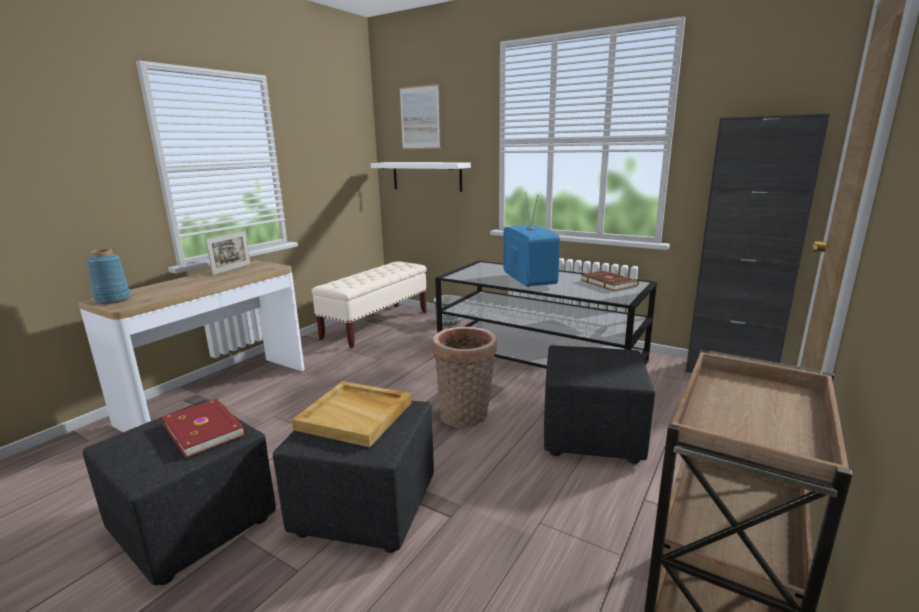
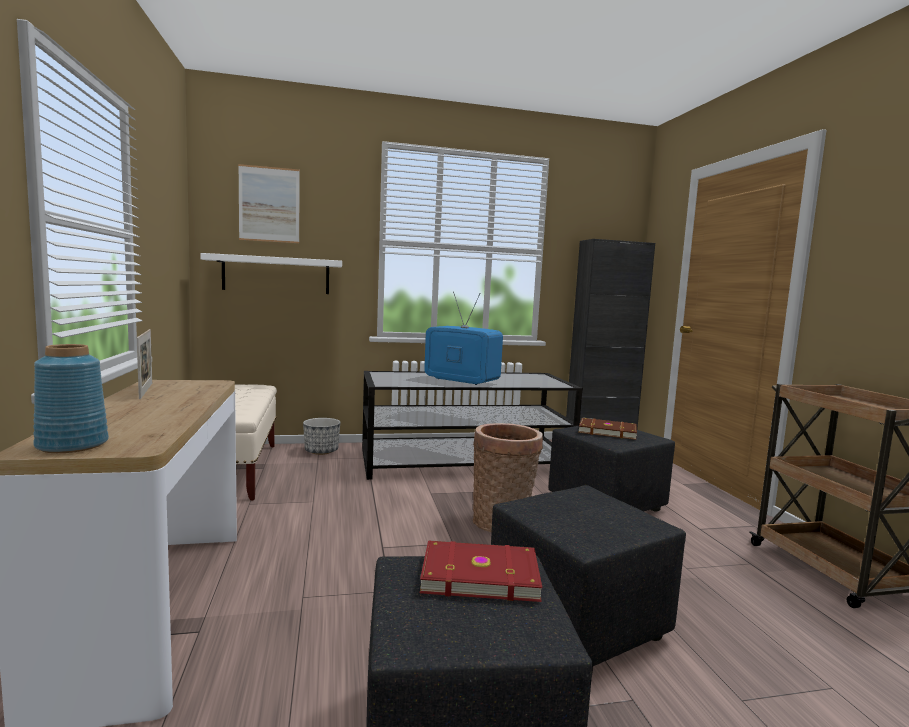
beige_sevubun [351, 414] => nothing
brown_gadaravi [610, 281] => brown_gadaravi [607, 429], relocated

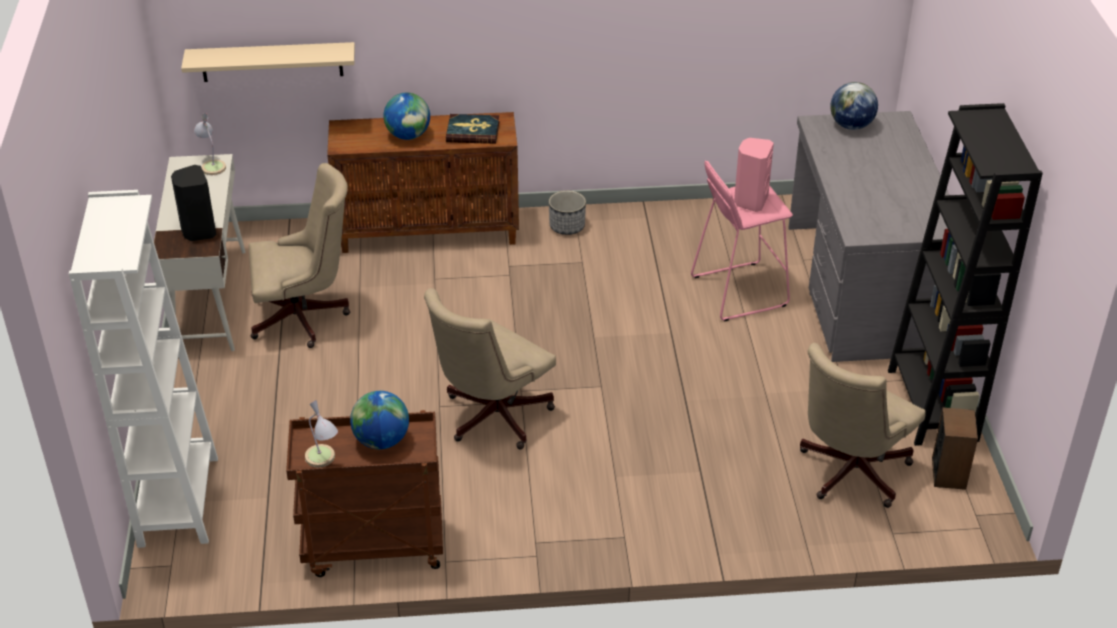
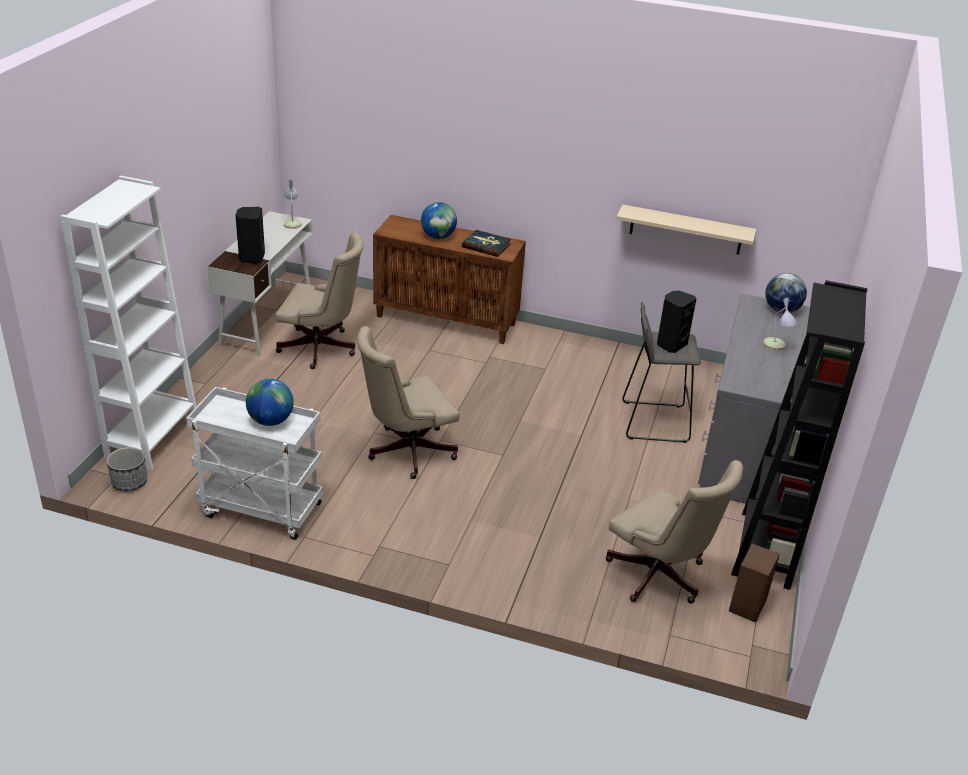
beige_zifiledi [268, 62] => beige_zifiledi [686, 229], relocated
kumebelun [321, 434] => kumebelun [780, 324], relocated
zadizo [567, 212] => zadizo [126, 469], relocated
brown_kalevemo [364, 493] => white_kalevemo [254, 463]
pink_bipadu [742, 240] => grey_bipadu [661, 372]
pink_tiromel [754, 175] => black_tiromel [676, 322]
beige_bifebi [862, 425] => beige_bifebi [674, 532], 105 degrees counterclockwise

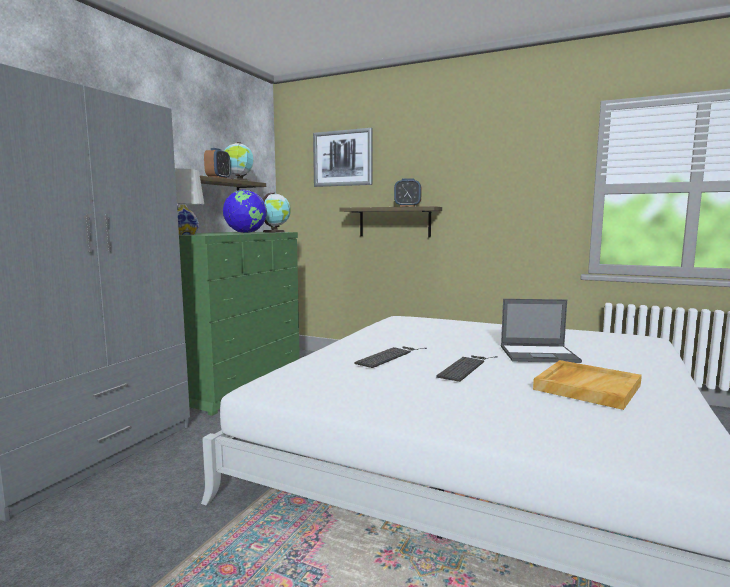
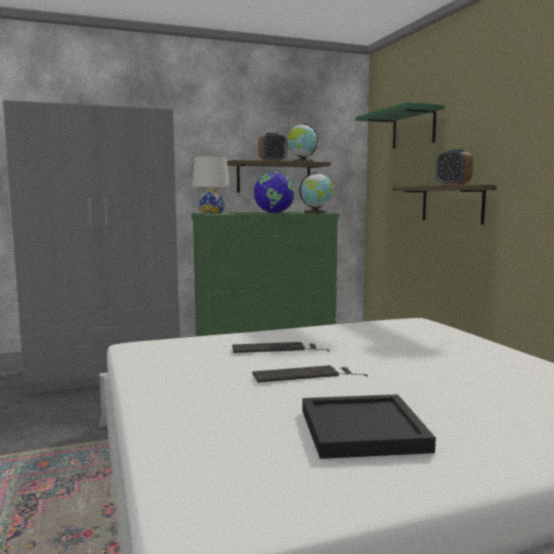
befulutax [541, 331] => nothing
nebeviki [343, 157] => green_zifiledi [400, 125]
beige_sevubun [587, 385] => black_sevubun [369, 426]

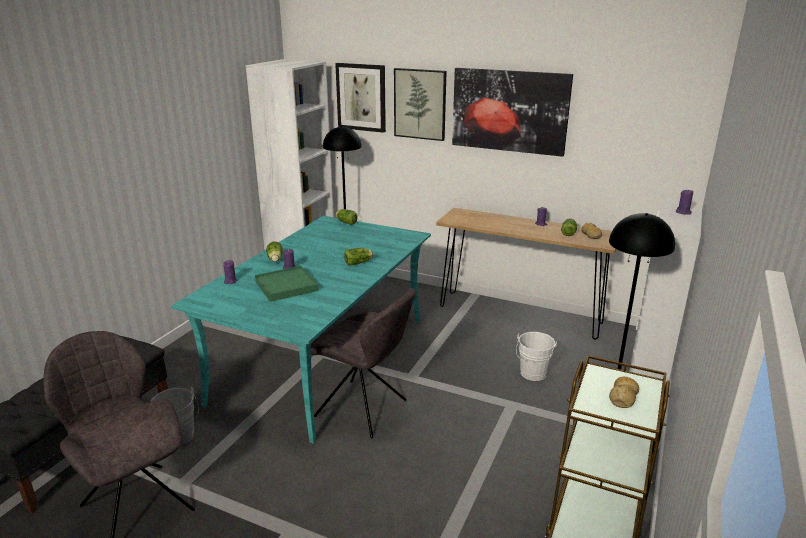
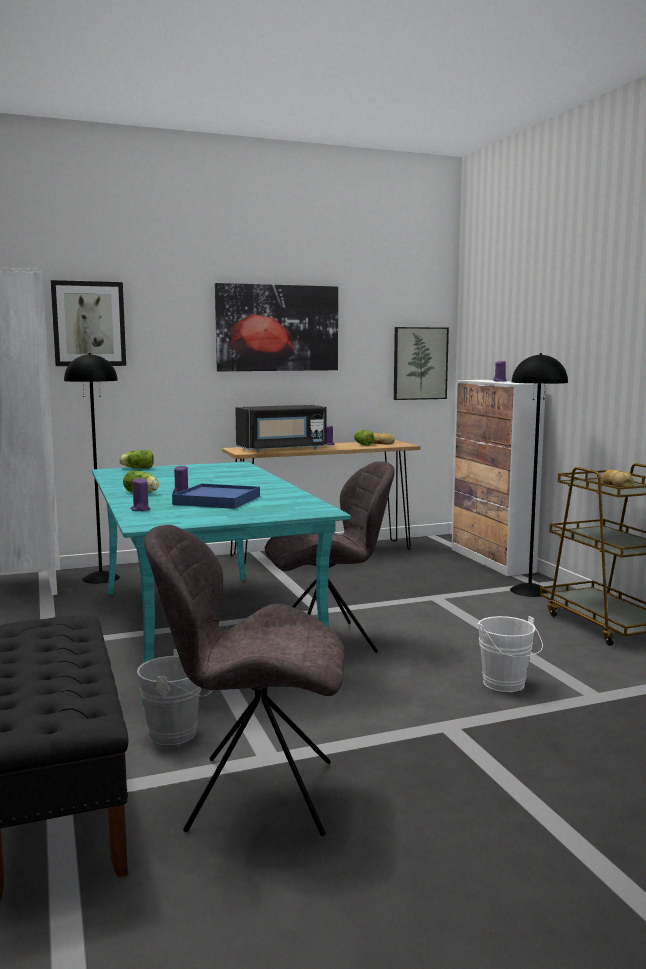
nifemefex [358, 256] => nothing
nothing => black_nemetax [280, 428]
nebeviki [420, 104] => nebeviki [421, 363], relocated
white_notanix [536, 356] => white_notanix [510, 654], relocated
green_sevubun [287, 284] => blue_sevubun [216, 496]

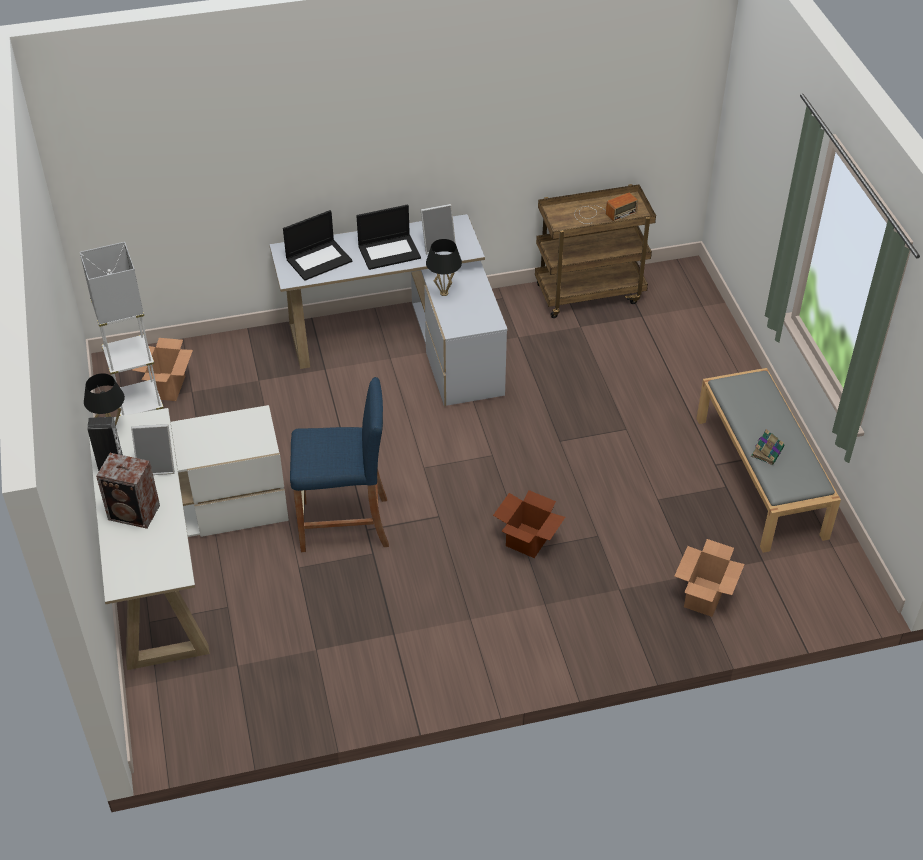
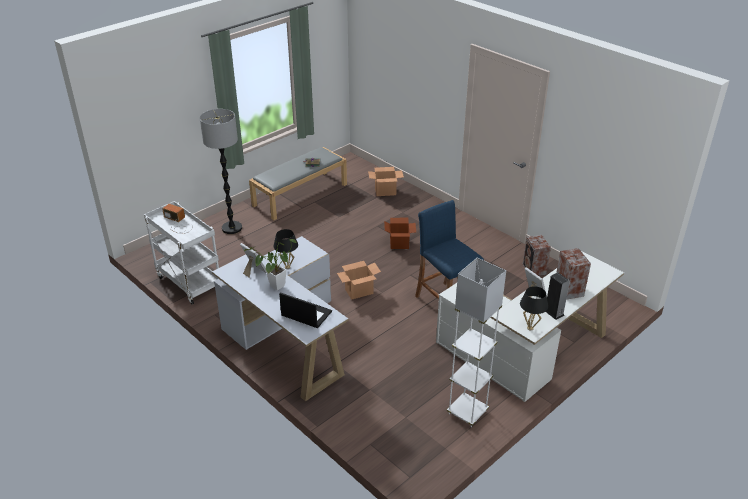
nothing => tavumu [221, 171]
nothing => tiromel [537, 255]
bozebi [162, 369] => bozebi [359, 280], relocated
befulutax [388, 237] => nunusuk [270, 264]
brown_kalevemo [595, 251] => white_kalevemo [181, 253]

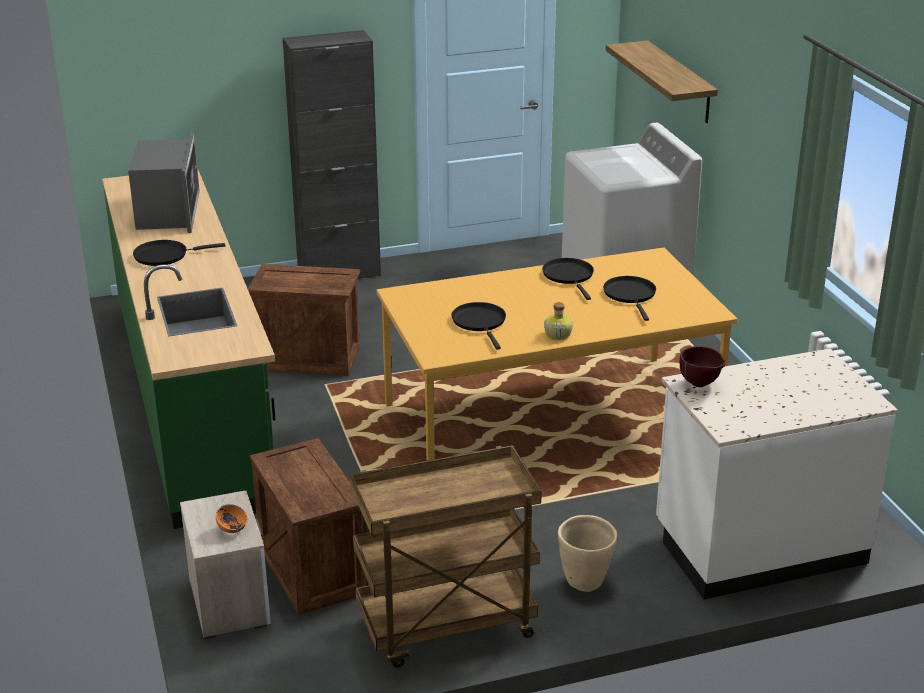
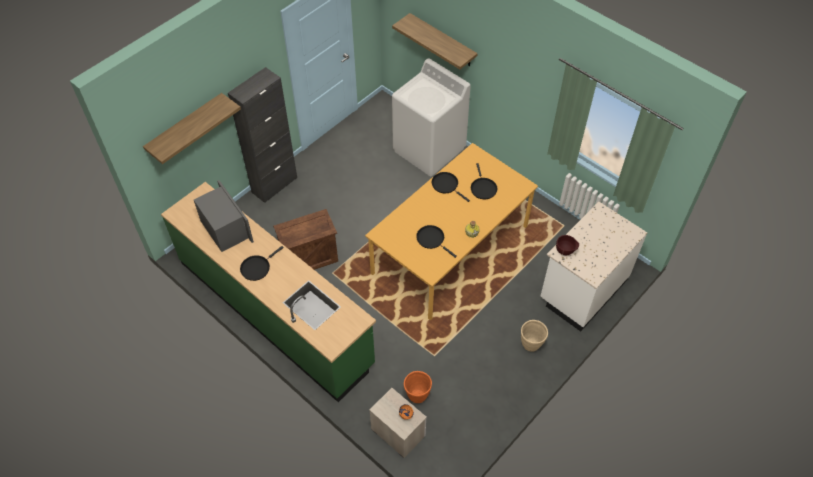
brown_kalevemo [446, 556] => nothing
nothing => zifiledi [192, 128]
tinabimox [307, 526] => orange_zadizo [418, 387]
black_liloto [629, 298] => black_liloto [484, 181], 150 degrees counterclockwise

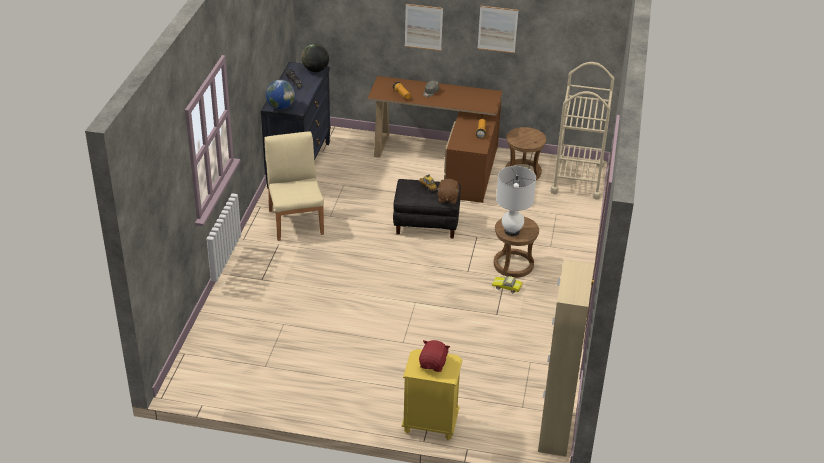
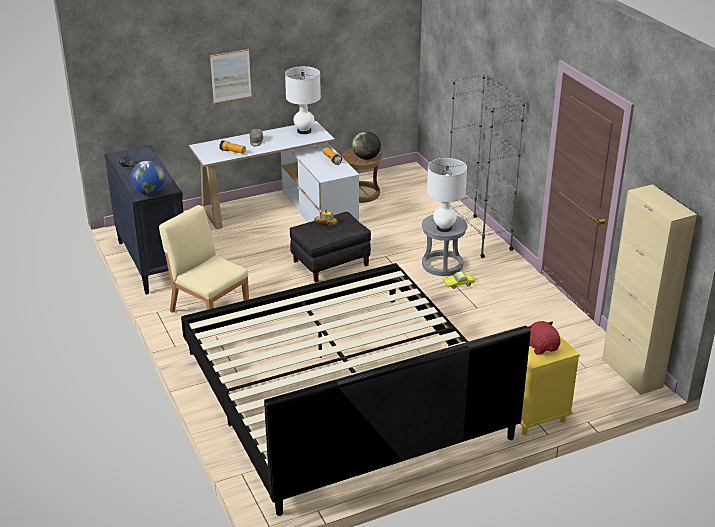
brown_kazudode [448, 191] => nothing
nebeviki [498, 29] => nothing
beige_kalevemo [582, 131] => nothing
nothing => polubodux [356, 389]
nothing => white_kumebelun [303, 100]
nothing => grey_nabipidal [487, 165]
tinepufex [315, 58] => tinepufex [366, 145], relocated
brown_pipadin [435, 139] => white_pipadin [274, 175]
brown_bipadu [516, 247] => grey_bipadu [444, 245]

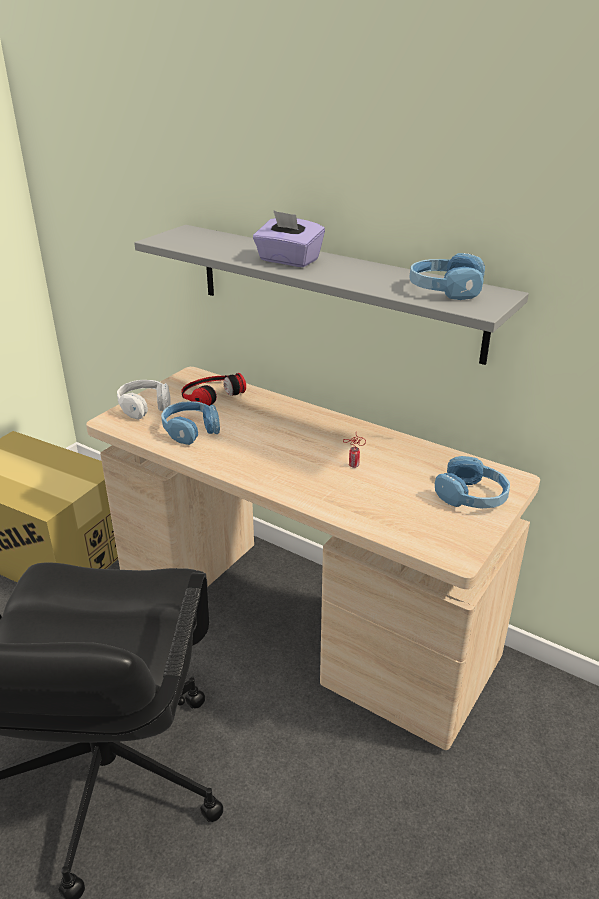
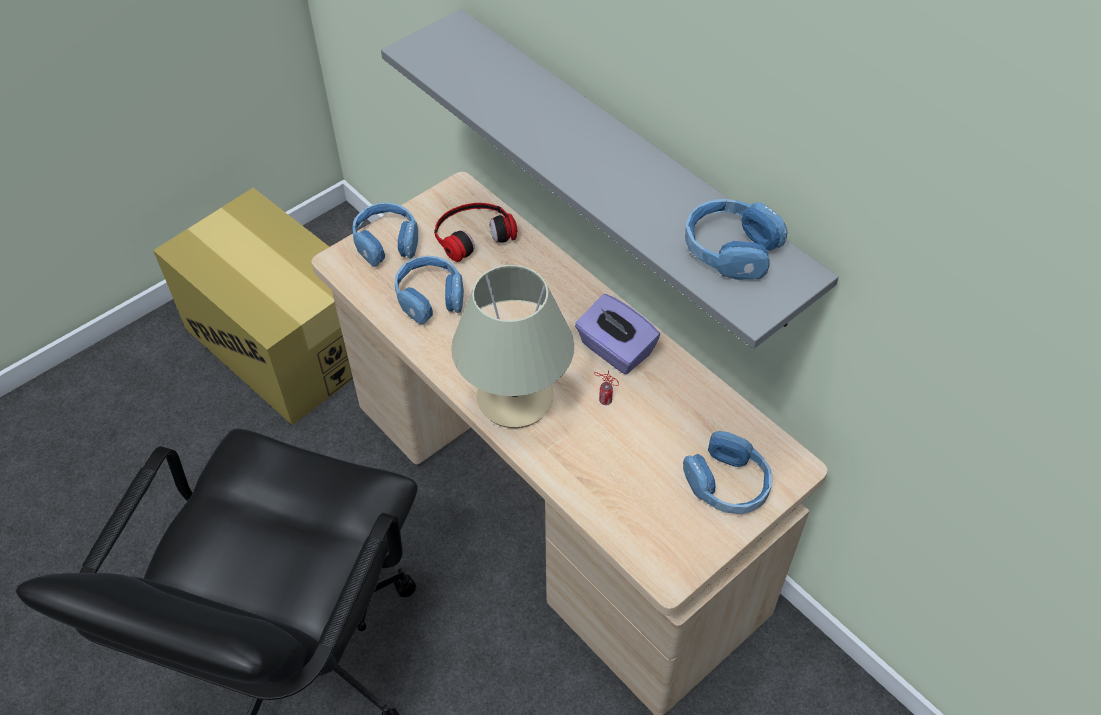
nothing => beige_kumebelun [512, 346]
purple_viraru [289, 238] => purple_viraru [617, 334], relocated
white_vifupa [144, 400] => blue_vifupa [385, 235]

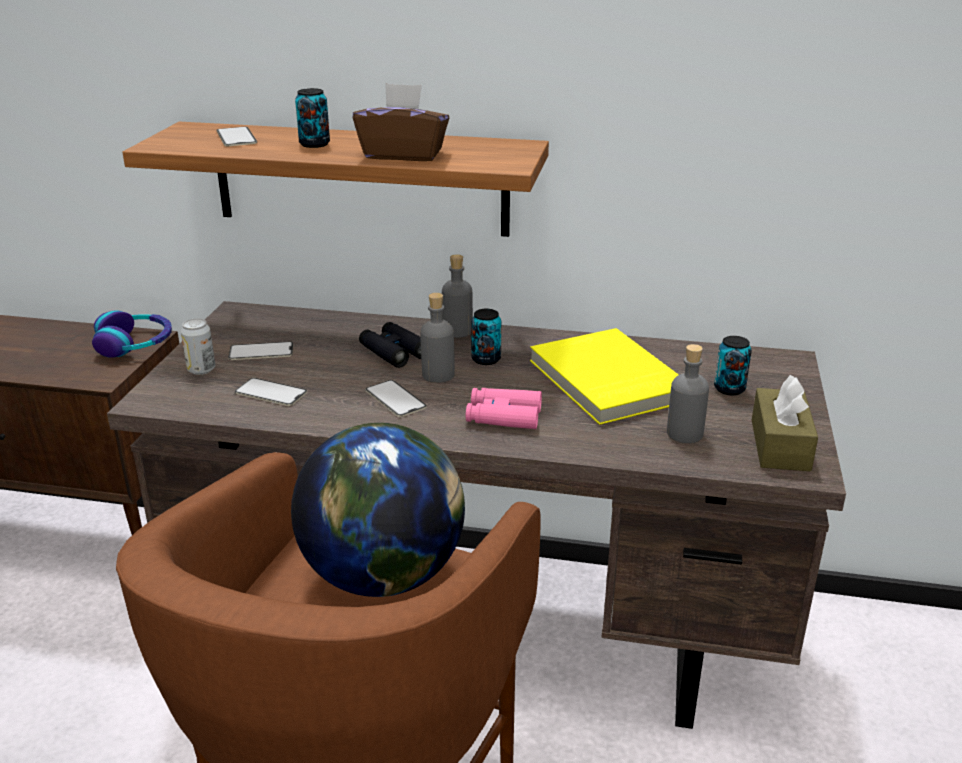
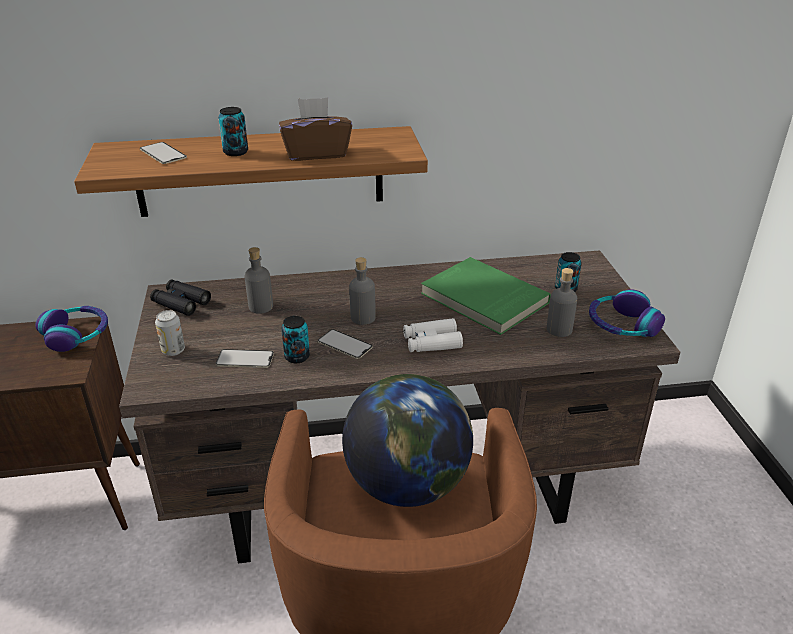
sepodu [260, 350] => nothing
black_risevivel [390, 345] => black_risevivel [180, 298], relocated
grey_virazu [457, 296] => grey_virazu [259, 280], relocated
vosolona [486, 337] => vosolona [295, 339], relocated
brown_viraru [785, 423] => vifupa [627, 313]
pink_risevivel [504, 408] => white_risevivel [433, 335]
yellow_gadaravi [604, 376] => green_gadaravi [486, 296]

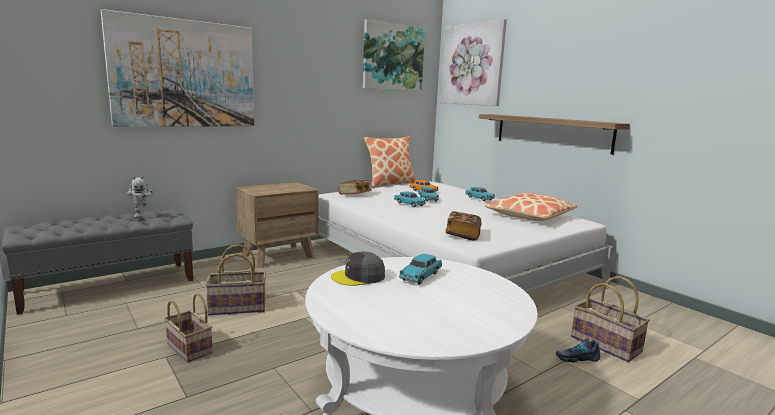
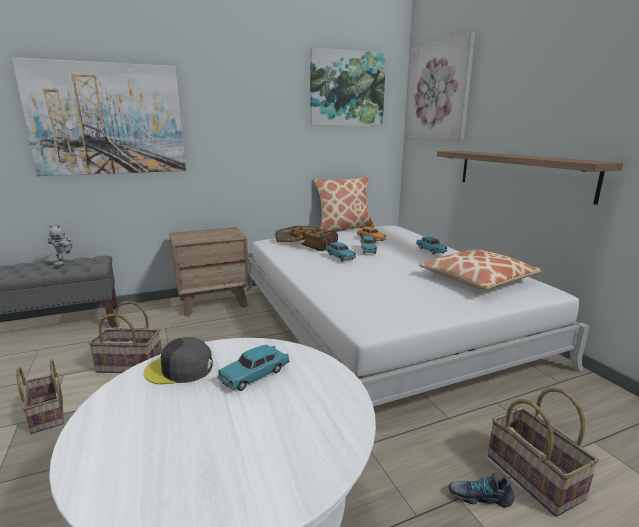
gadaravi [463, 225] => gadaravi [319, 239], relocated

